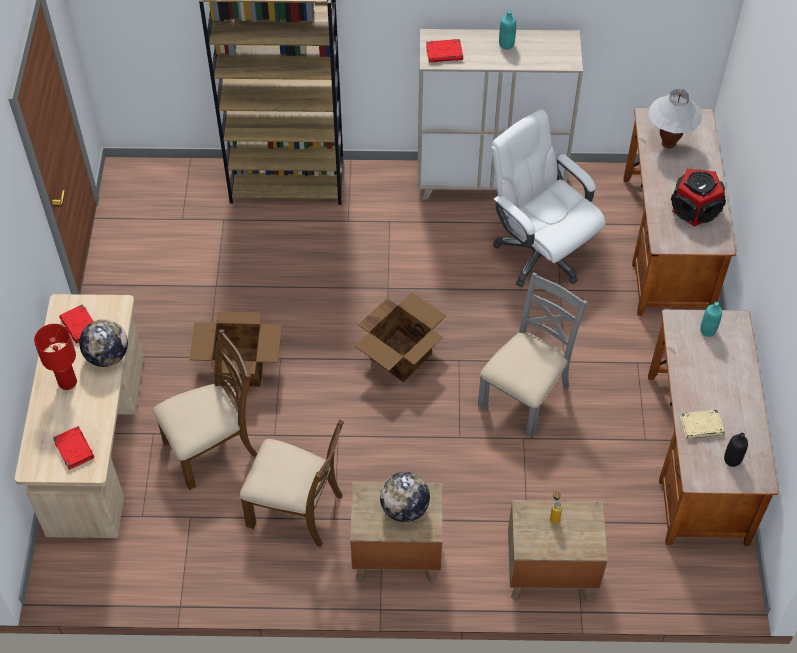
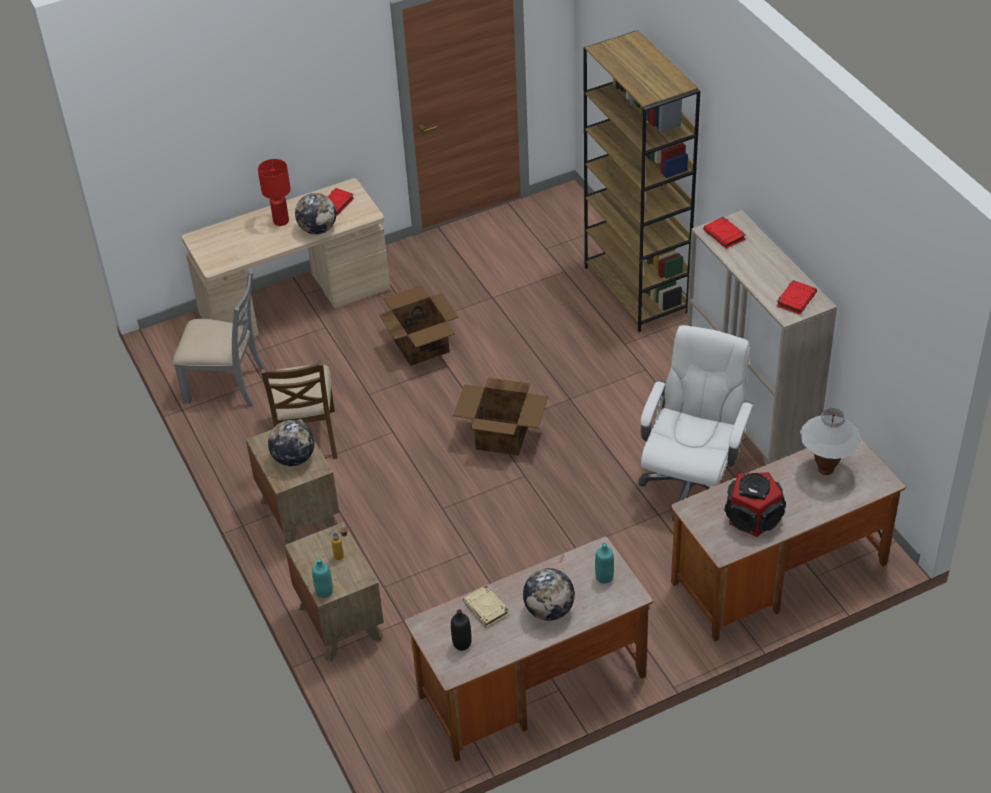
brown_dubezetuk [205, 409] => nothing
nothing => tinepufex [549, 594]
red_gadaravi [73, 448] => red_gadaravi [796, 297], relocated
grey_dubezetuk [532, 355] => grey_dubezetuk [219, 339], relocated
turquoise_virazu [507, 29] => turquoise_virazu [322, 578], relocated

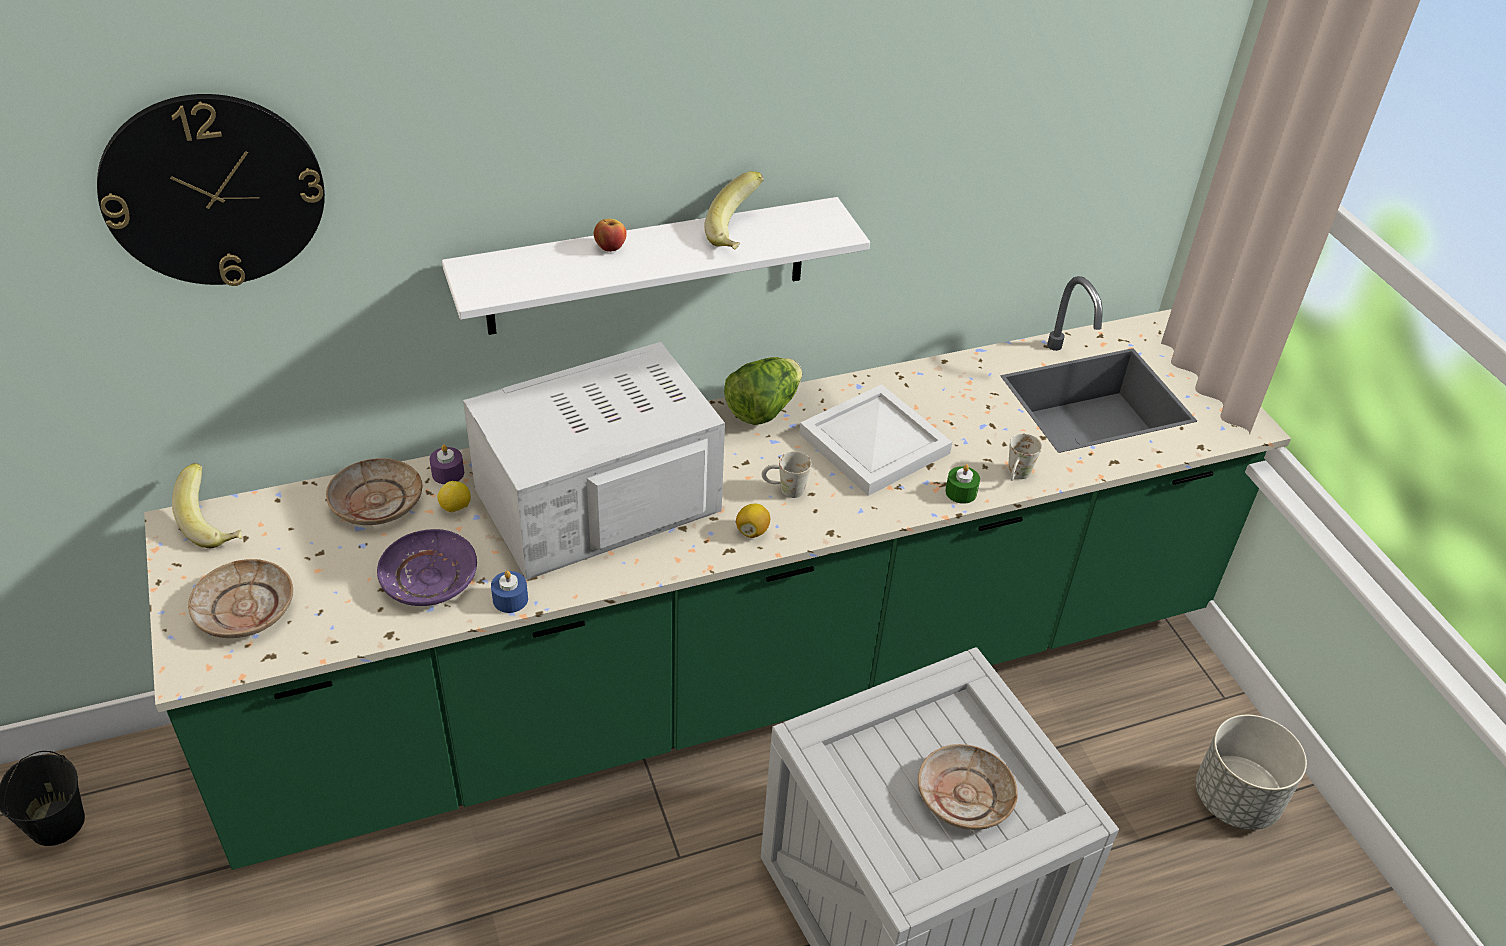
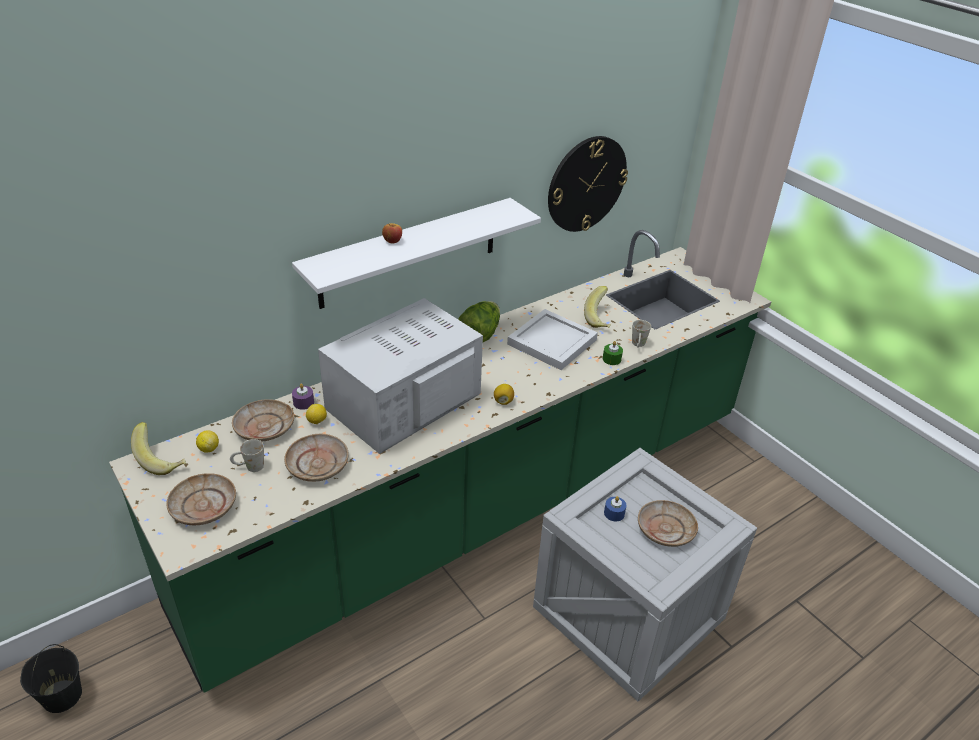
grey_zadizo [1251, 772] => nothing
nothing => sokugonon [207, 441]
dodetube [211, 190] => dodetube [588, 184], relocated
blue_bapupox [509, 592] => blue_bapupox [615, 509], relocated
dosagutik [734, 210] => dosagutik [597, 307], relocated
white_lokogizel [786, 474] => white_lokogizel [247, 455], relocated
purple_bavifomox [427, 567] => beige_bavifomox [316, 458]

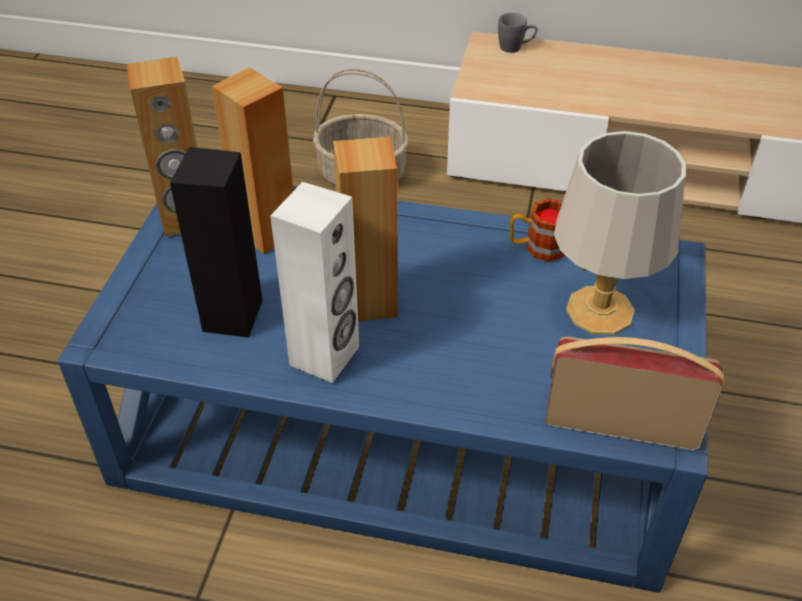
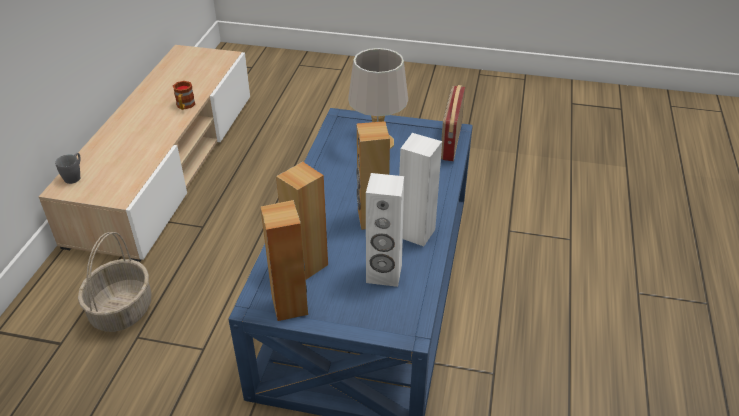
lokogizel [537, 230] => lokogizel [184, 95], relocated
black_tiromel [216, 242] => white_tiromel [385, 230]

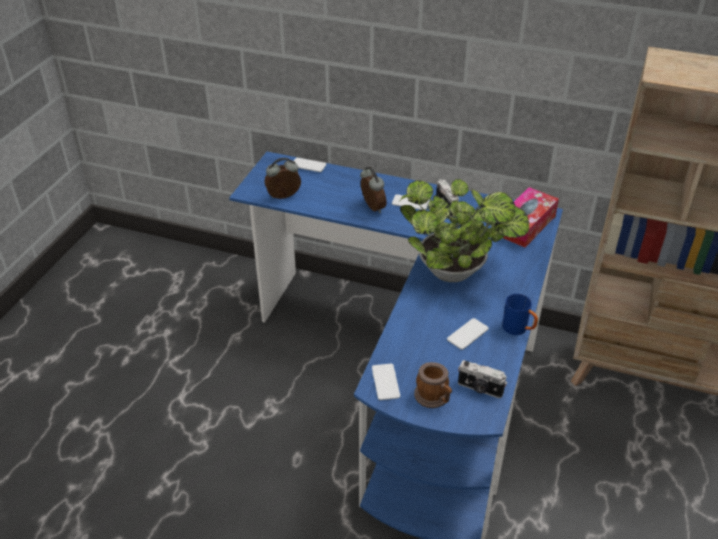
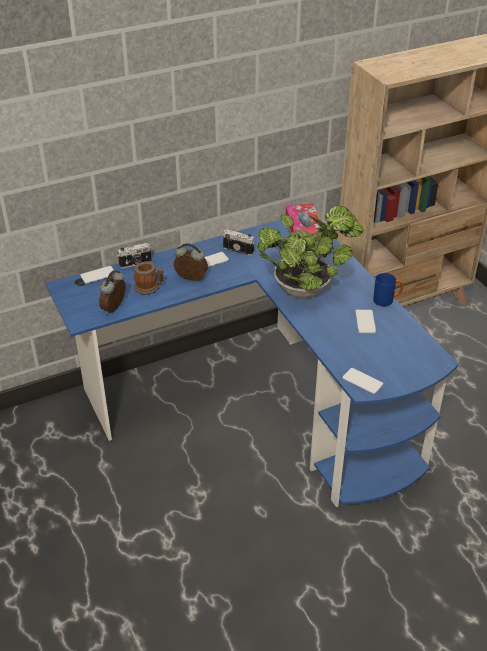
lokogizel [433, 385] => lokogizel [149, 278], relocated
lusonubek [482, 379] => lusonubek [134, 255], relocated

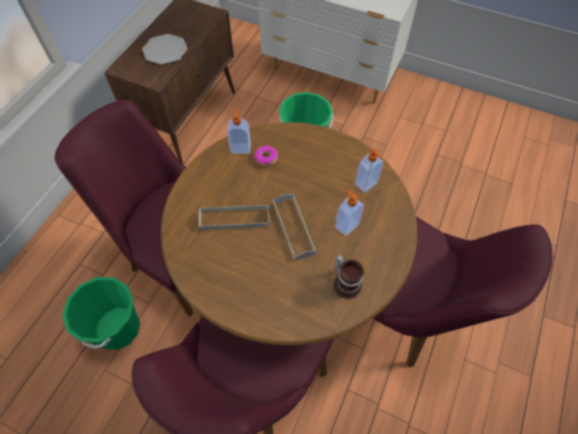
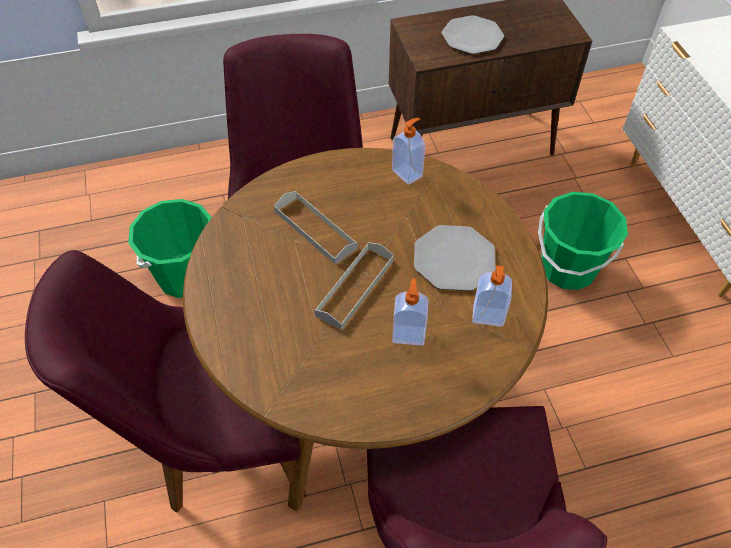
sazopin [266, 155] => nothing
lokogizel [349, 277] => nothing
nothing => bavifomox [455, 258]

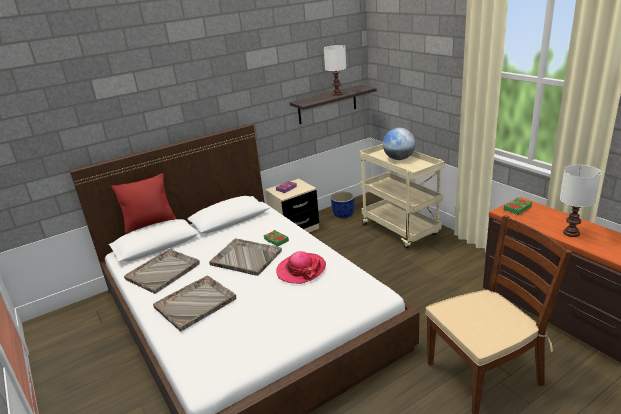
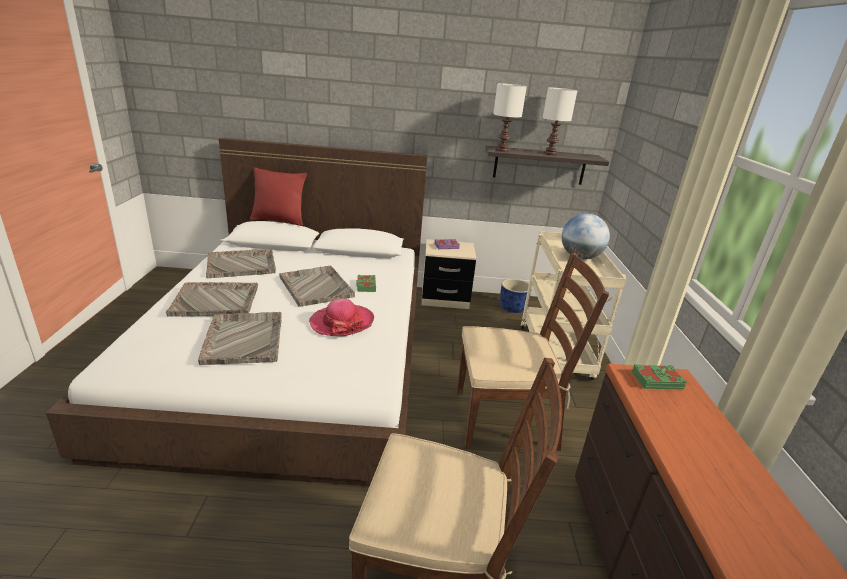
nothing => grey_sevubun [240, 338]
nothing => brown_dubezetuk [533, 352]
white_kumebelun [580, 201] => white_kumebelun [510, 117], relocated

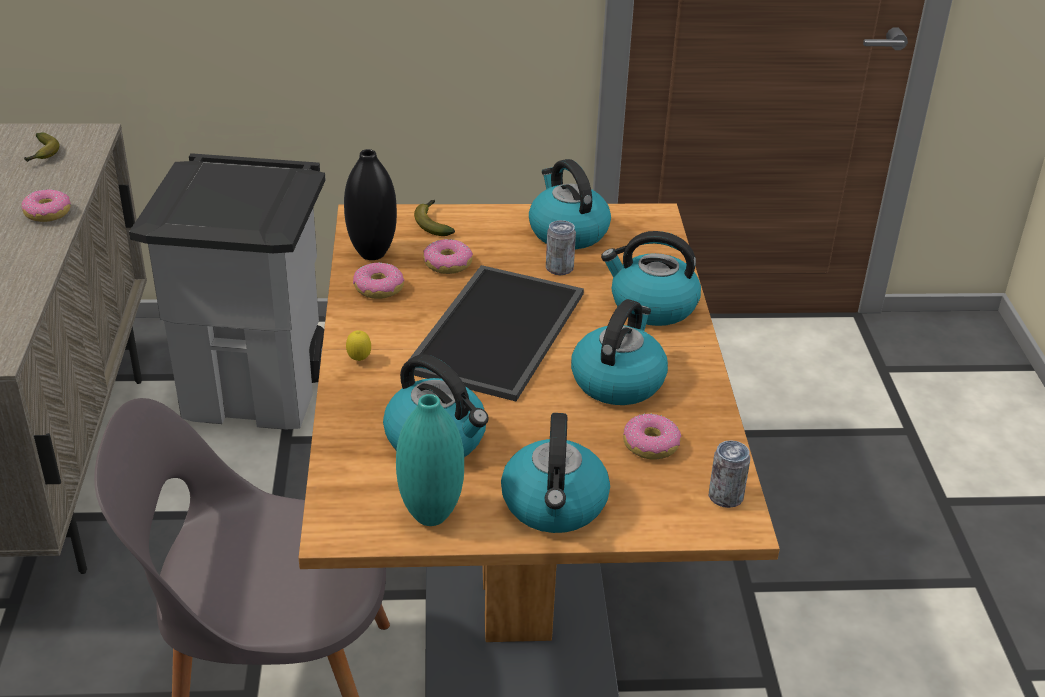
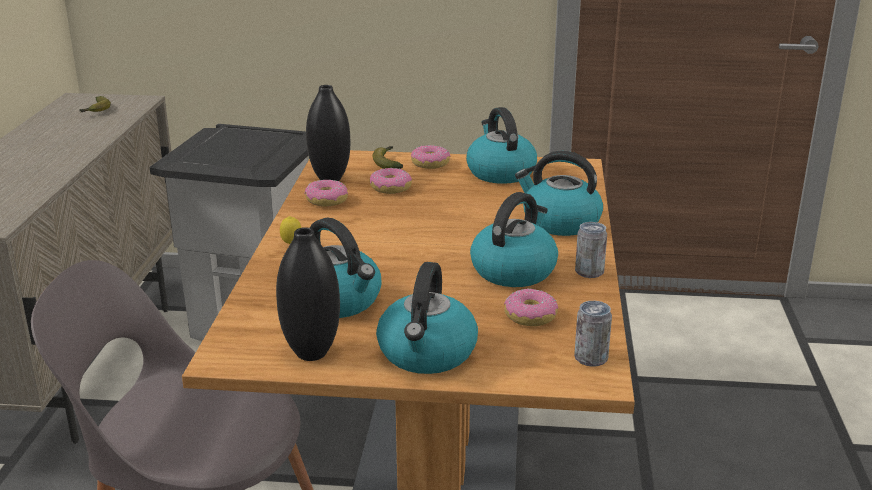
sevubun [496, 333] => nothing
sazopin [46, 205] => sazopin [431, 157], relocated
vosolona [561, 247] => vosolona [591, 250], relocated
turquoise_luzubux [430, 460] => black_luzubux [308, 294]

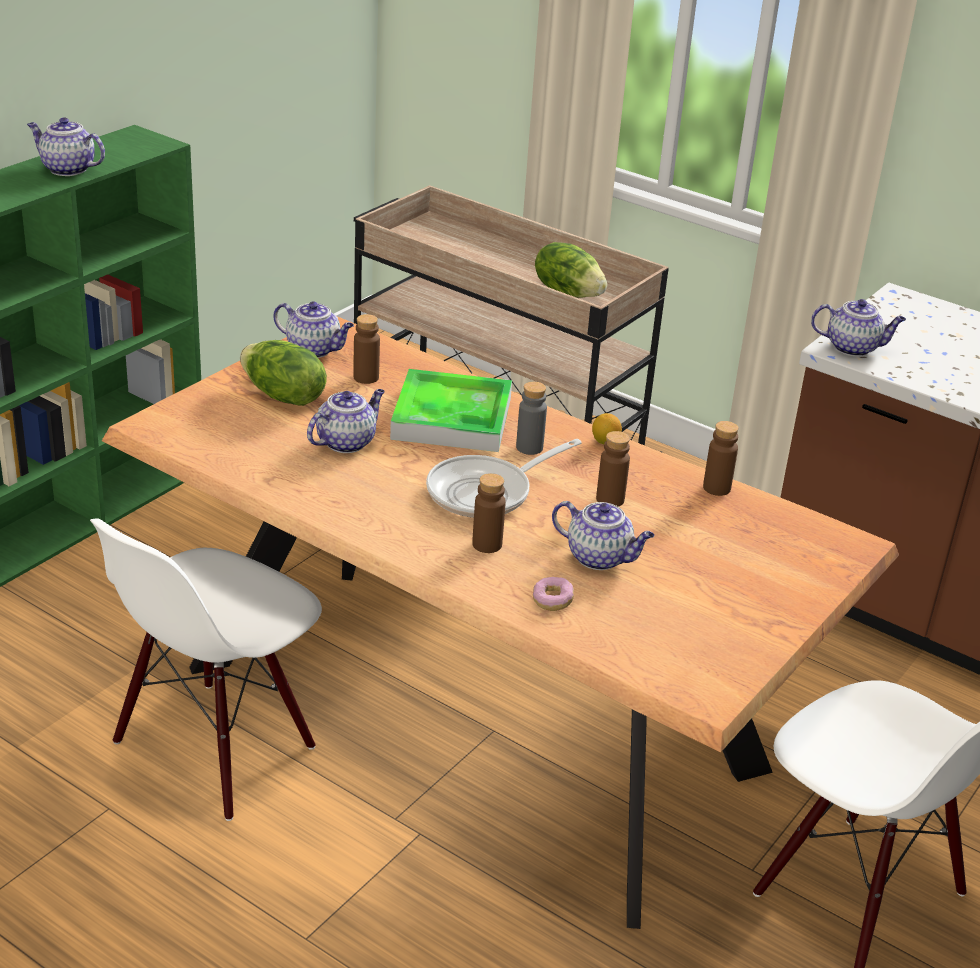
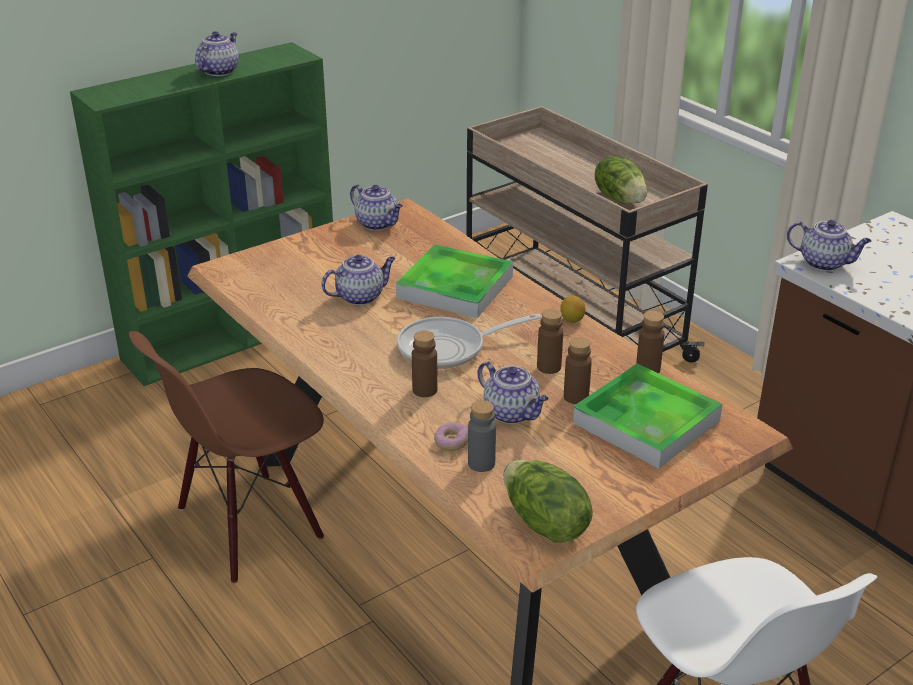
nothing => sevubun [648, 416]
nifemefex [283, 373] => nifemefex [548, 501], relocated
brown_virazu [366, 349] => brown_virazu [578, 370], relocated
grey_virazu [531, 418] => grey_virazu [482, 436], relocated
white_dubezetuk [206, 669] => brown_dubezetuk [226, 457]
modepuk [66, 146] => modepuk [217, 53], 75 degrees clockwise

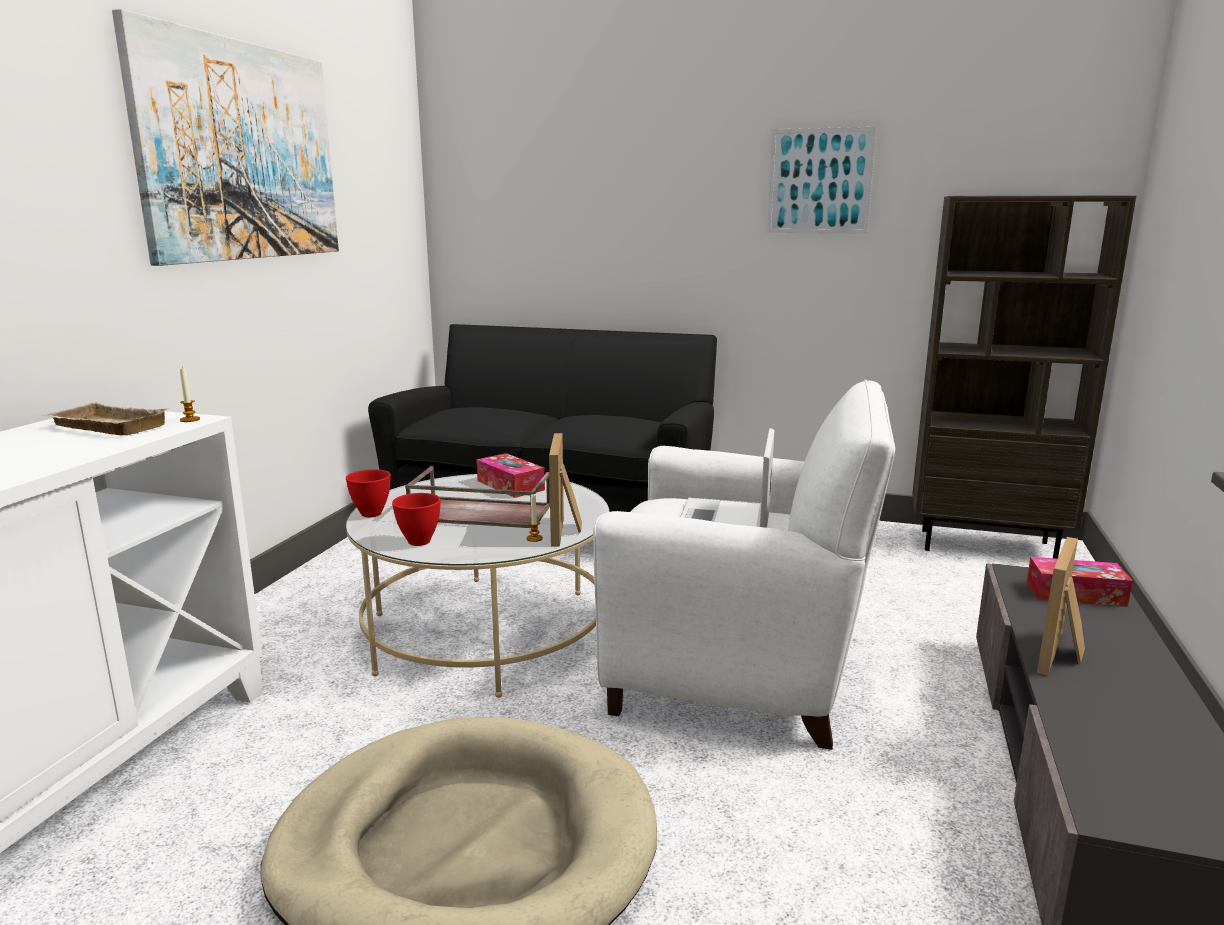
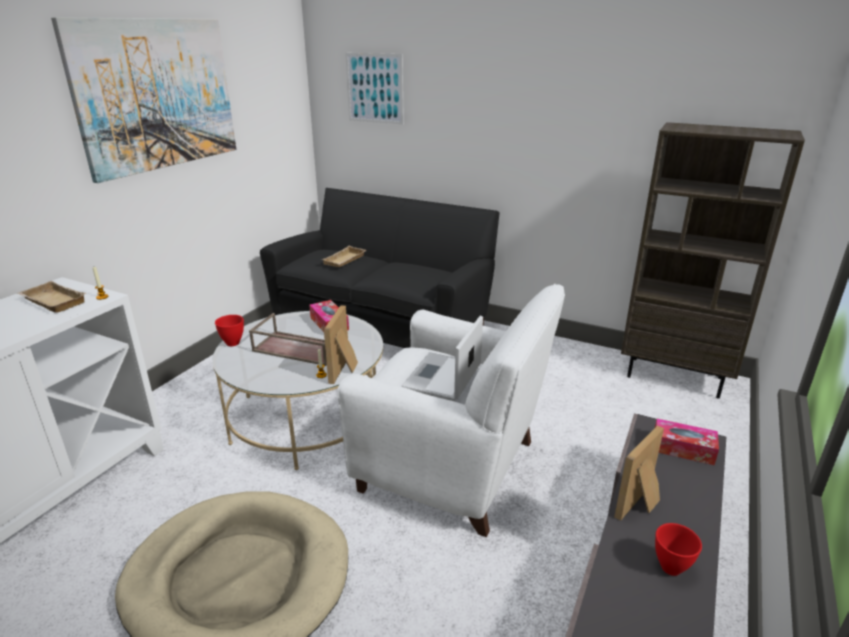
nothing => beige_sevubun [343, 256]
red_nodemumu [416, 519] => red_nodemumu [678, 549], relocated
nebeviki [821, 180] => nebeviki [374, 88], relocated

